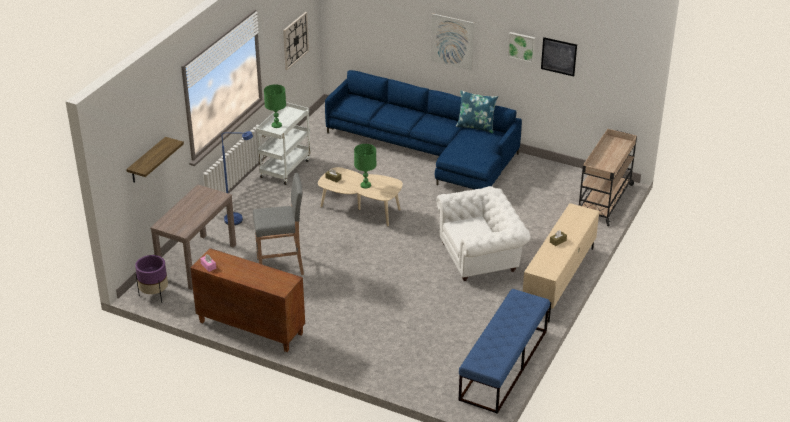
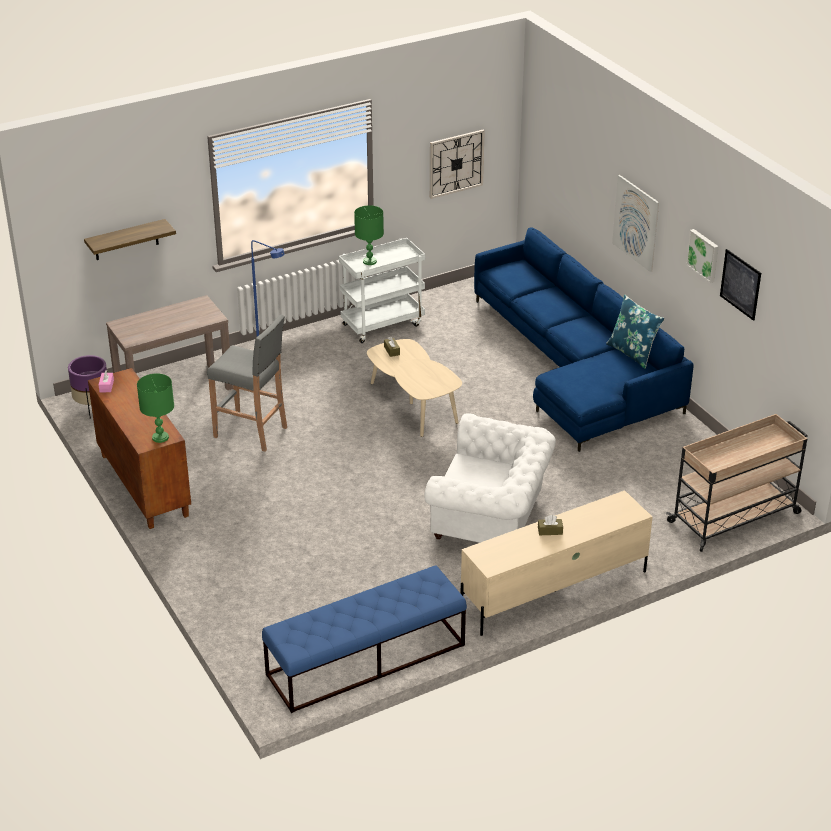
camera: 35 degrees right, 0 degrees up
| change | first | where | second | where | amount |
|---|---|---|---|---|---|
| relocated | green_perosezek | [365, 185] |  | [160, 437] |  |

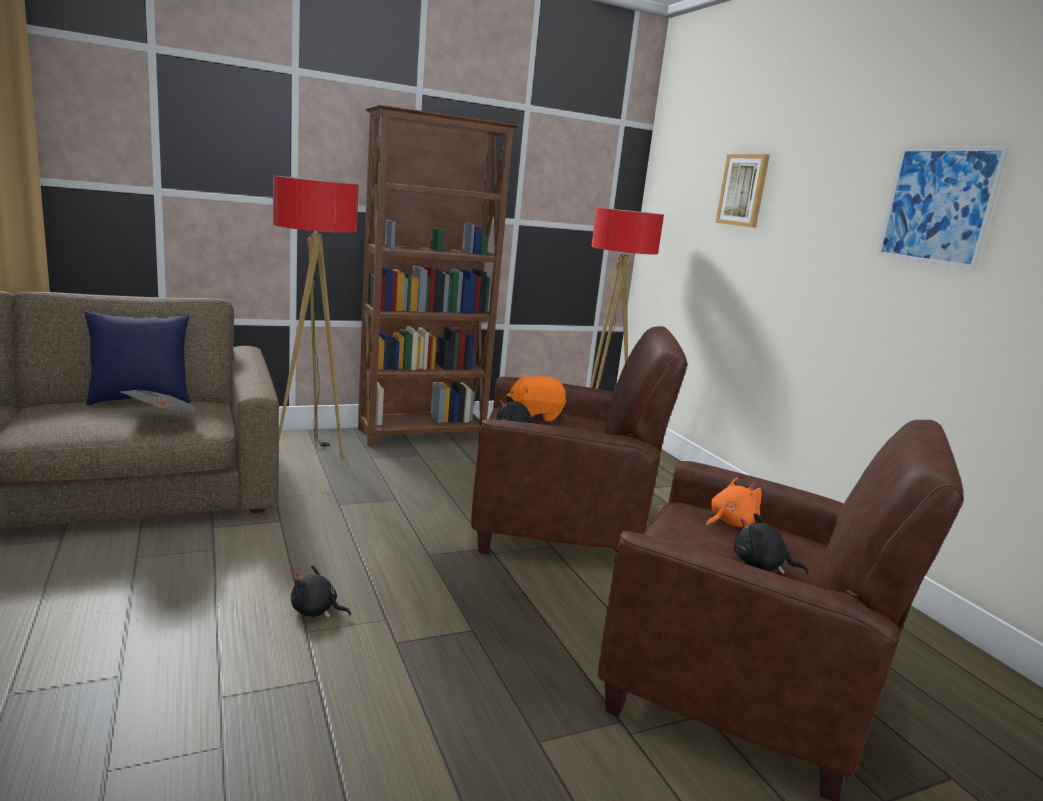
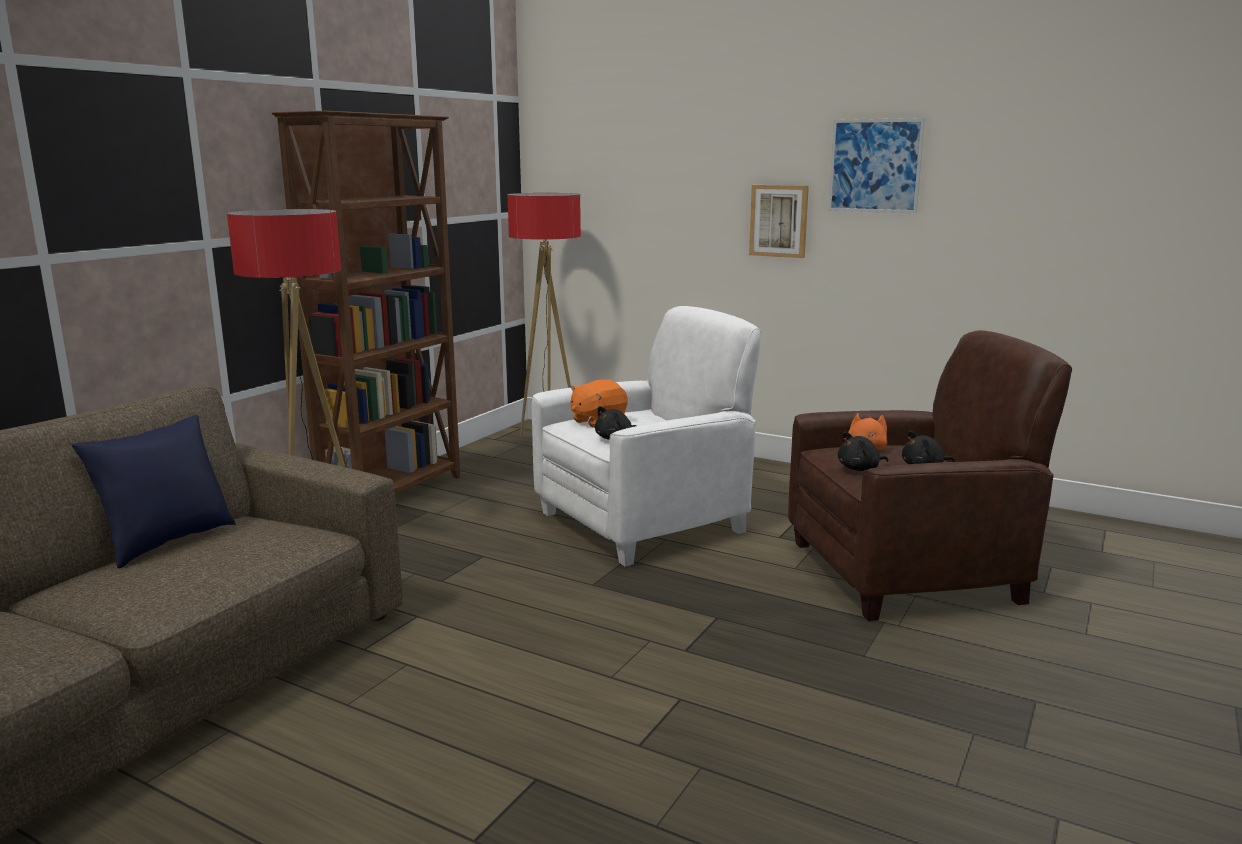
camera: 35 degrees left, 0 degrees up
| change | first | where | second | where | amount |
|---|---|---|---|---|---|
| relocated | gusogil | [743, 190] |  | [779, 221] |  |
| colour | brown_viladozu | [559, 525] | white_viladozu | [644, 521] |  |
| missing | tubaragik | [164, 420] |  |  |  |
| relocated | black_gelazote | [316, 611] |  | [860, 469] |  |

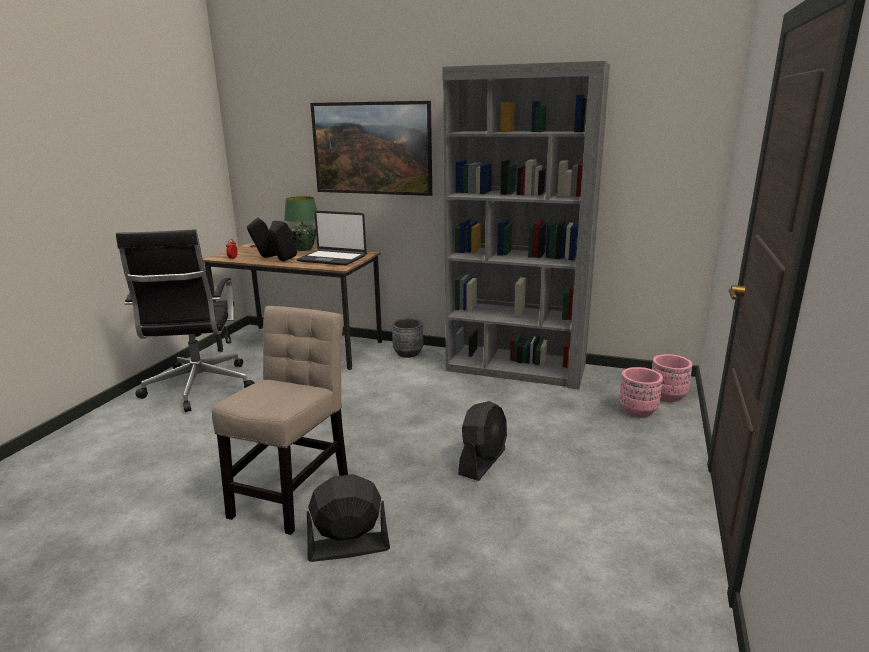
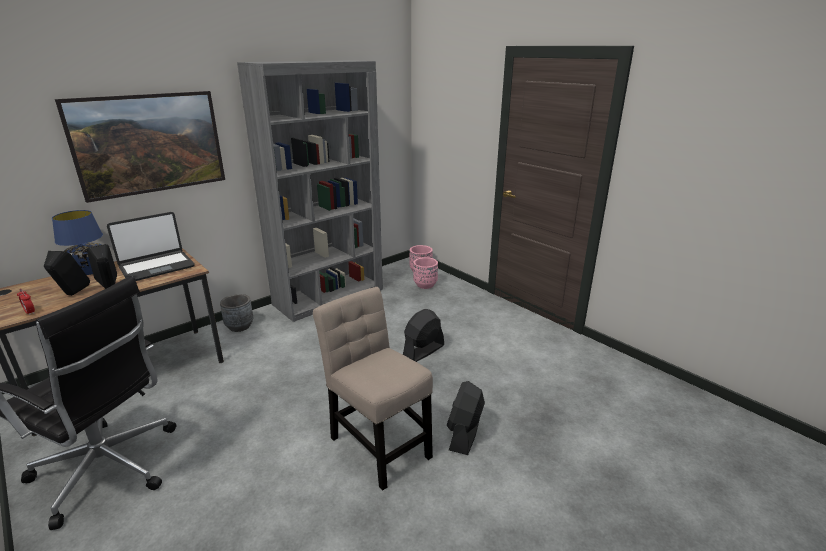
camera: 60 degrees left, 5 degrees up
| change | first | where | second | where | amount |
|---|---|---|---|---|---|
| colour | green_perosezek | [304, 249] | blue_perosezek | [89, 272] |  |
| spun | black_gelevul | [482, 462] |  | [423, 351] | 105 degrees counterclockwise |

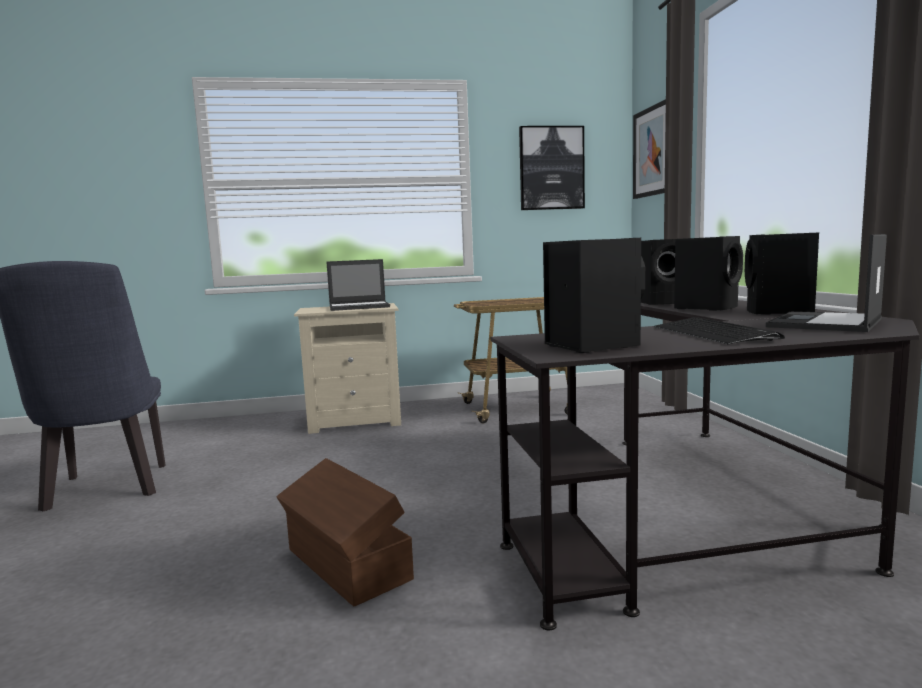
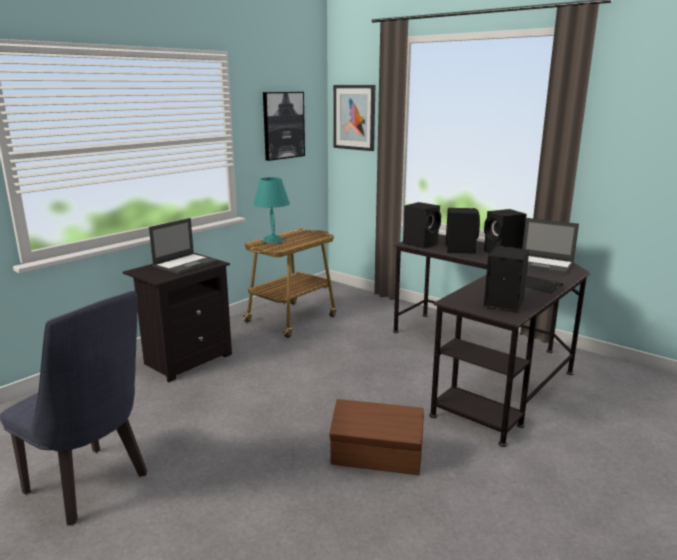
camera: 40 degrees left, 10 degrees up
| change | first | where | second | where | amount |
|---|---|---|---|---|---|
| spun | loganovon | [825, 323] |  | [543, 265] | 60 degrees counterclockwise |
| colour | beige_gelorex | [356, 420] | black_gelorex | [186, 359] |  |
| appeared |  |  | turquoise_perosezek | [273, 240] |  |

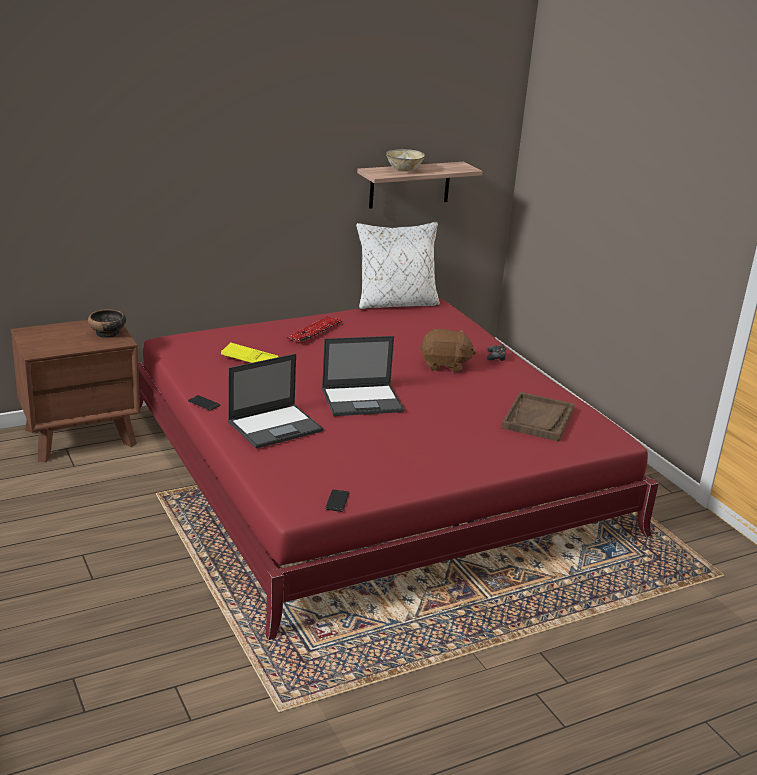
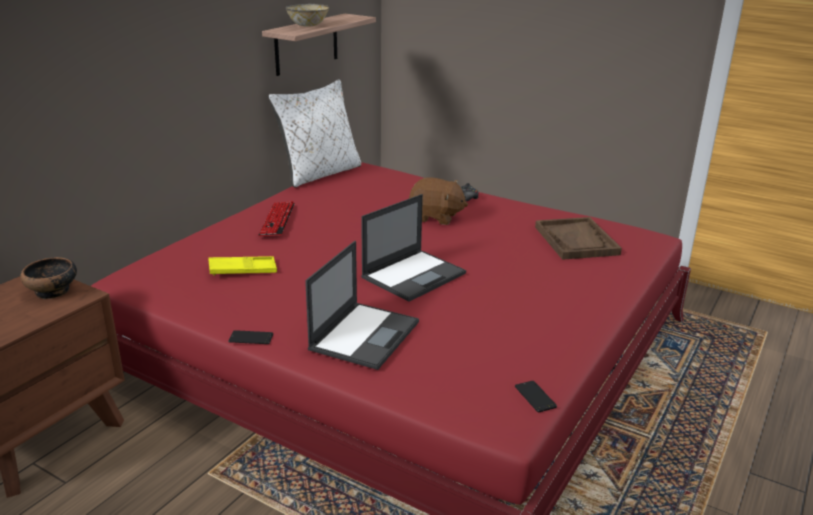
camera: 30 degrees left, 0 degrees up
| change | first | where | second | where | amount |
|---|---|---|---|---|---|
| spun | brown_gelazote | [445, 365] |  | [436, 217] | 45 degrees clockwise |

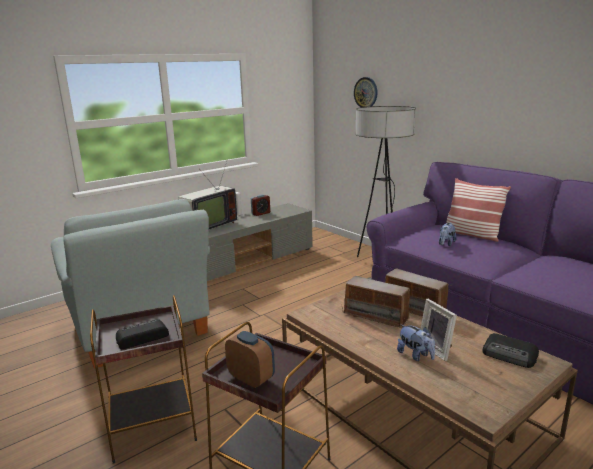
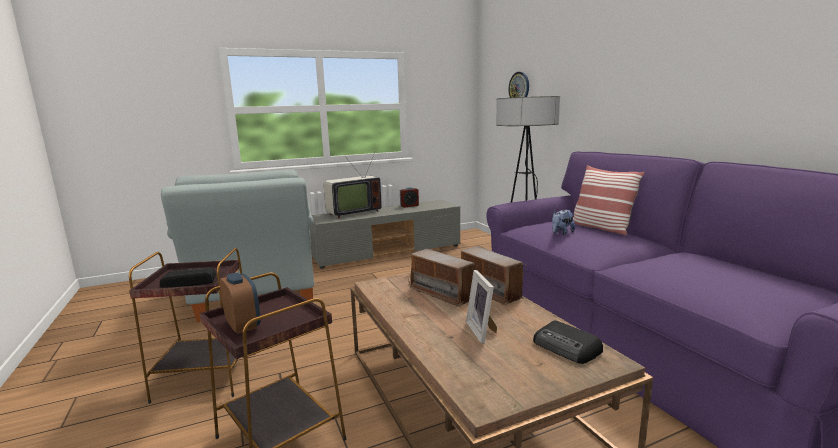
camera: 15 degrees right, 5 degrees down
| change | first | where | second | where | amount |
|---|---|---|---|---|---|
| missing | gelazote | [415, 355] |  |  |  |

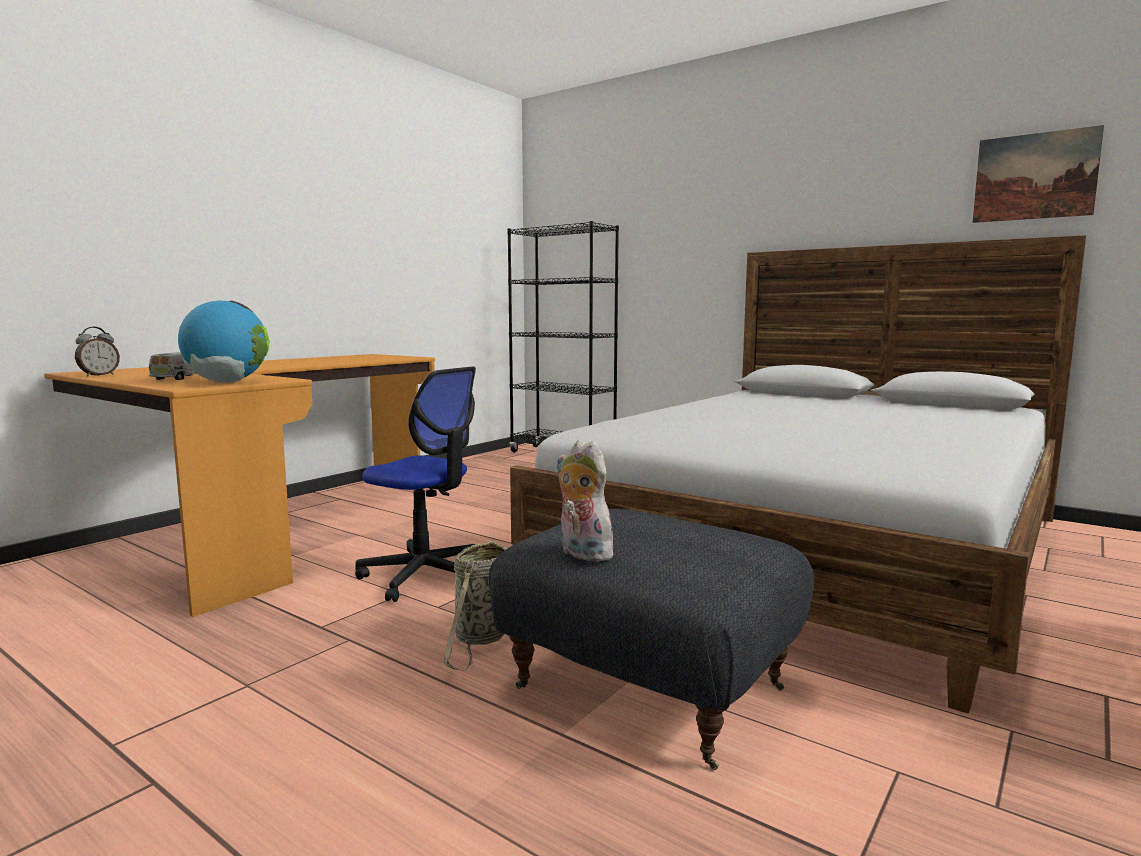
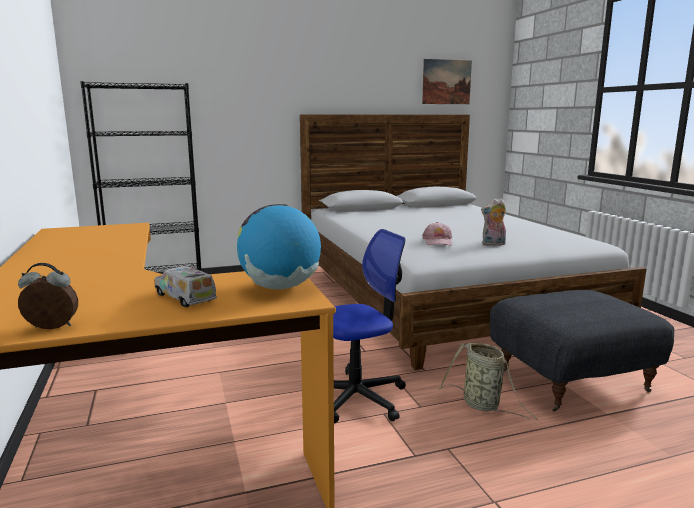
camera: 55 degrees left, 5 degrees up
| change | first | where | second | where | amount |
|---|---|---|---|---|---|
| spun | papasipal | [99, 375] |  | [51, 328] | 75 degrees counterclockwise |
| relocated | gelazote | [581, 554] |  | [493, 244] |  |
| appeared |  |  | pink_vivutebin | [438, 241] |  |

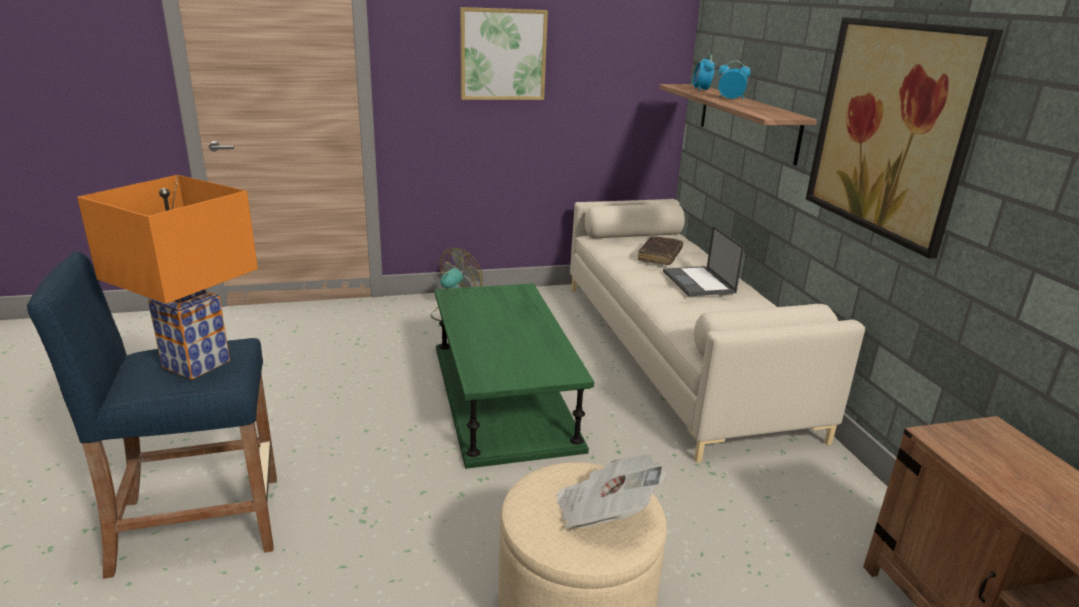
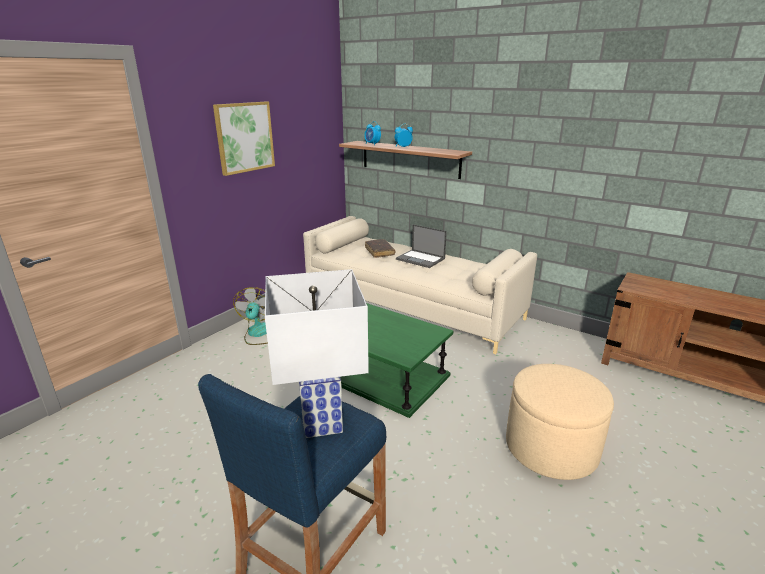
camera: 40 degrees left, 0 degrees up
| change | first | where | second | where | amount |
|---|---|---|---|---|---|
| missing | gusogil | [891, 129] |  |  |  |
| colour | orange_perosezek | [194, 364] | white_perosezek | [320, 423] |  |
| missing | tubaragik | [604, 512] |  |  |  |

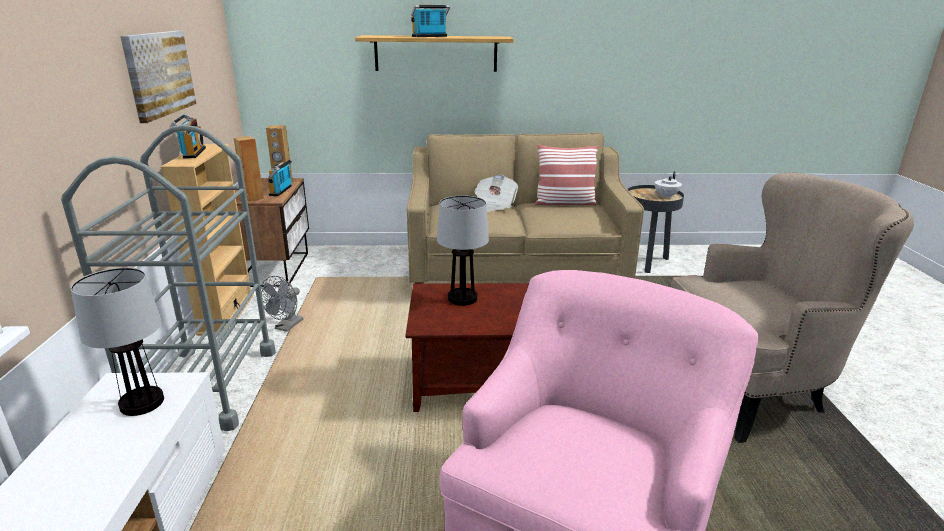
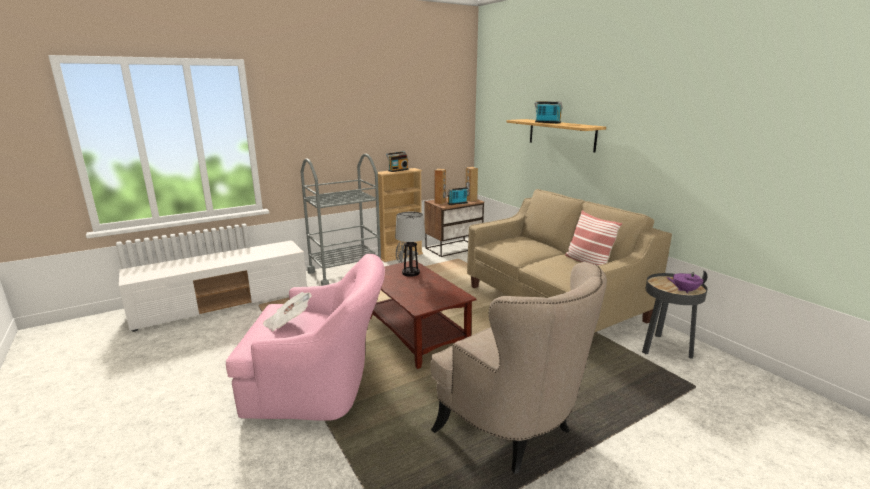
camera: 60 degrees right, 5 degrees down
| change | first | where | second | where | amount |
|---|---|---|---|---|---|
| missing | gusogil | [158, 74] |  |  |  |
| colour | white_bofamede | [665, 196] | purple_bofamede | [684, 290] |  |
| relocated | tubaragik | [495, 204] |  | [288, 323] |  |
| missing | perosezek | [143, 403] |  |  |  |

